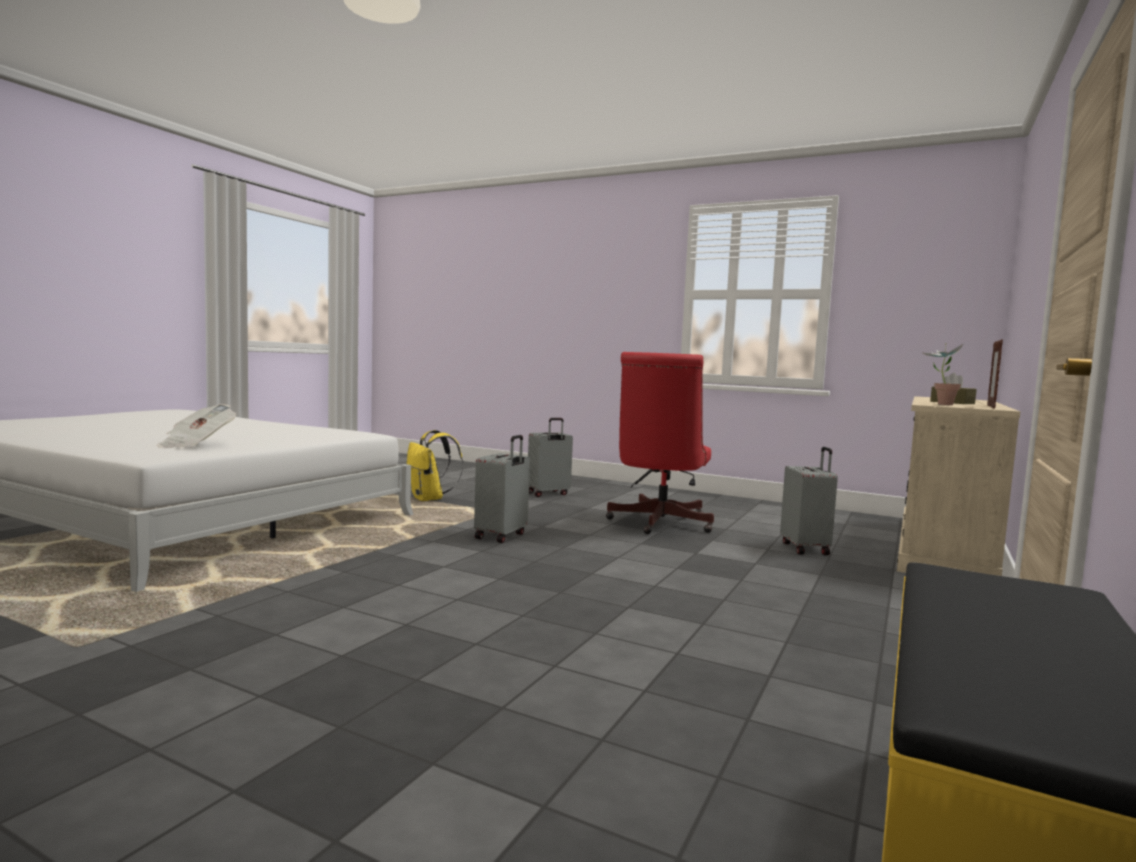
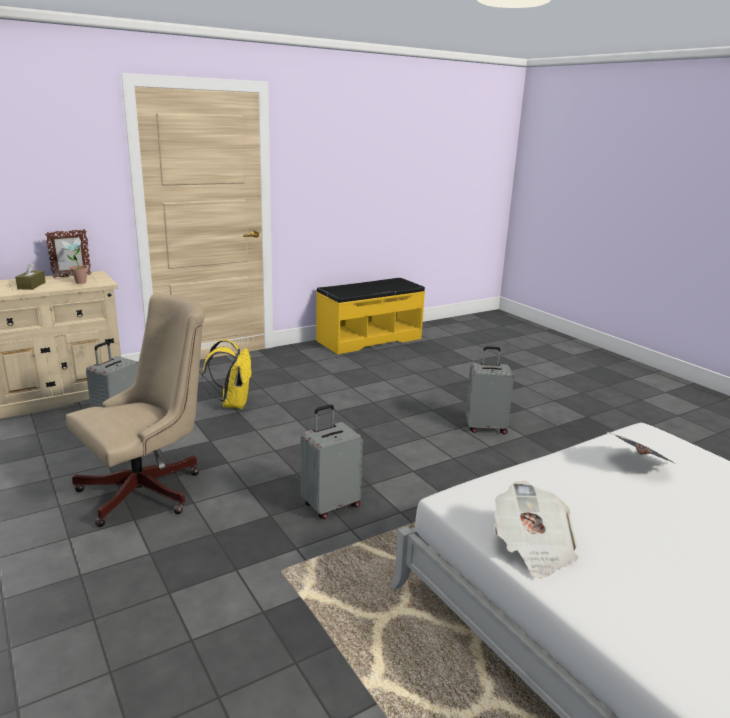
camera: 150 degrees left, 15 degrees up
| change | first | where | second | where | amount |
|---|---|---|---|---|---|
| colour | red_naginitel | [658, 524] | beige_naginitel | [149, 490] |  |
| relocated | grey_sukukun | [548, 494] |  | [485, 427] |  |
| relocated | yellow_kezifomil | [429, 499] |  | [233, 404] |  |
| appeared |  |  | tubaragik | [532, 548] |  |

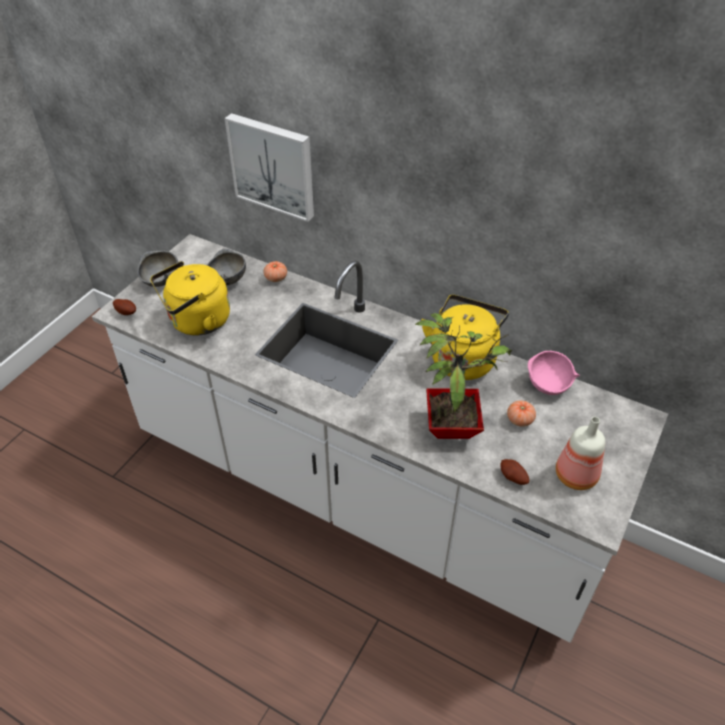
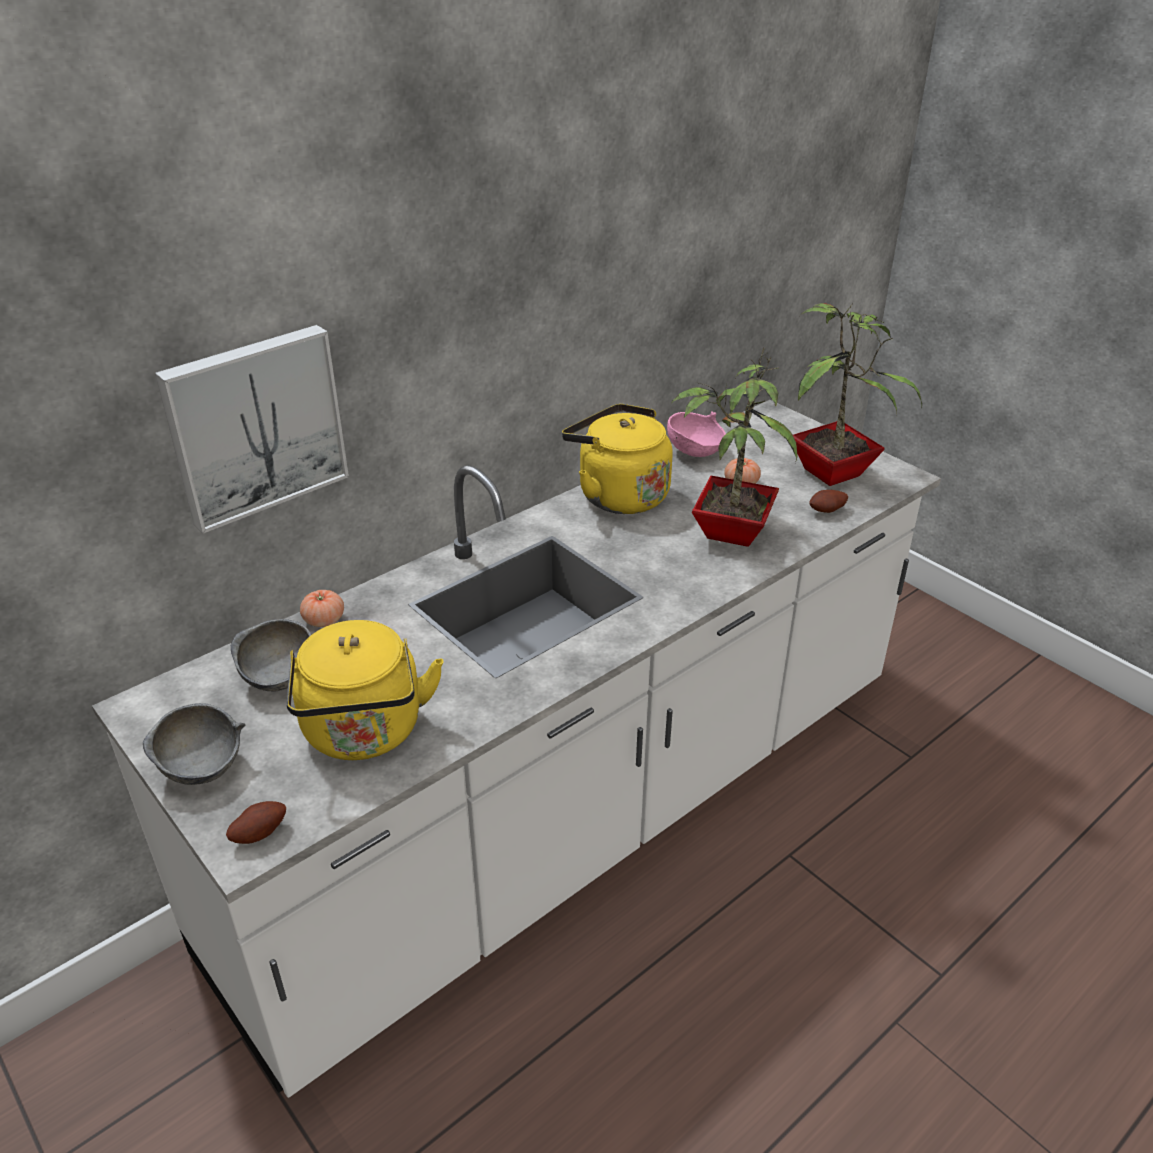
camera: 70 degrees left, 10 degrees down
| change | first | where | second | where | amount |
|---|---|---|---|---|---|
| exchanged | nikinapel | [575, 474] | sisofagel | [834, 472] |  |

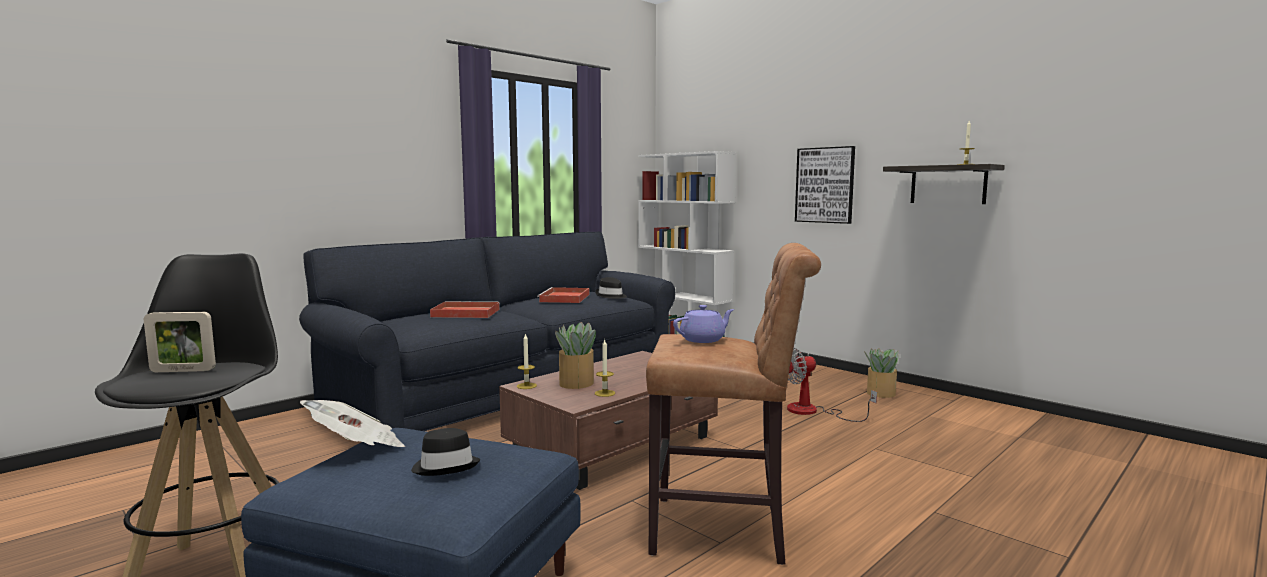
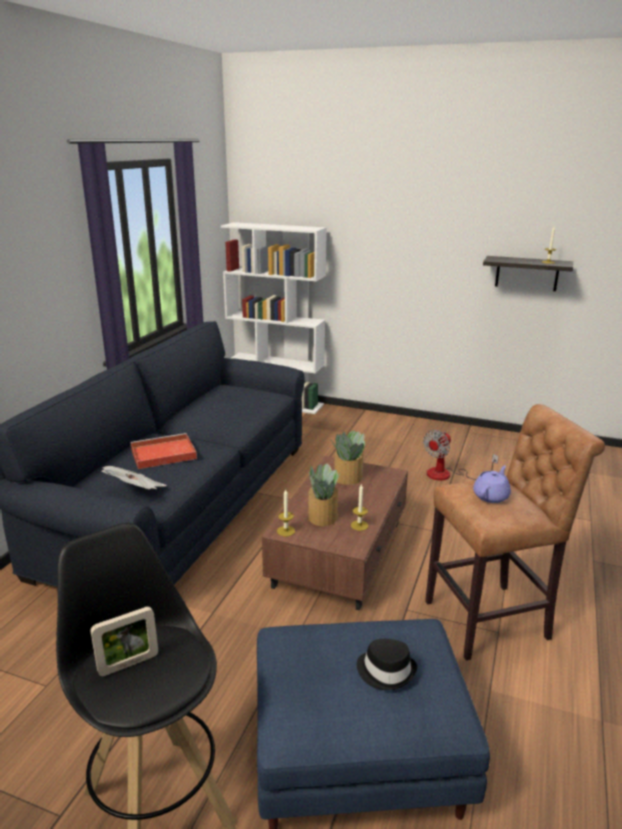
camera: 25 degrees left, 15 degrees up
| change | first | where | second | where | amount |
|---|---|---|---|---|---|
| missing | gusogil | [825, 185] |  |  |  |
| missing | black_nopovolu | [611, 296] |  |  |  |
| missing | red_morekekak | [565, 298] |  |  |  |
| relocated | sisofagel | [880, 393] |  | [347, 478] |  |
| relocated | tubaragik | [357, 447] |  | [136, 491] |  |

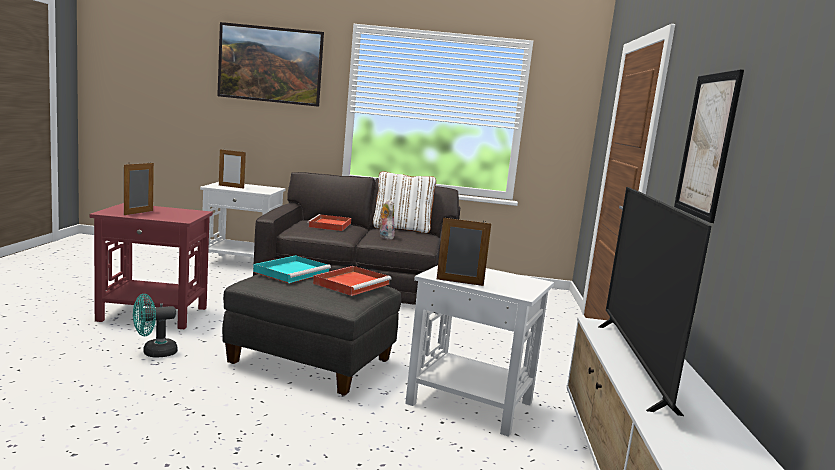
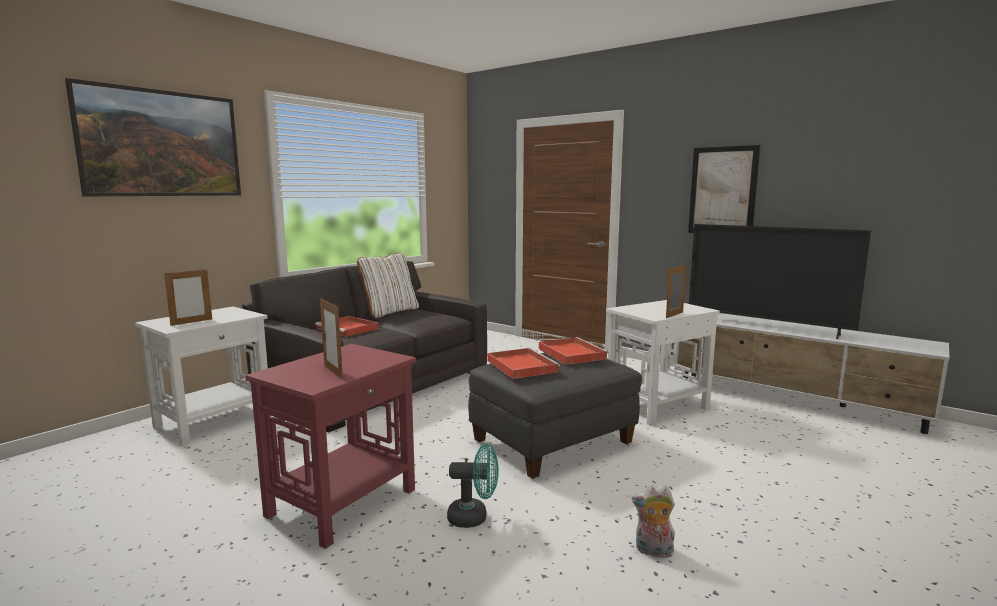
camera: 55 degrees left, 0 degrees up
| change | first | where | second | where | amount |
|---|---|---|---|---|---|
| relocated | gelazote | [384, 237] |  | [653, 551] |  |
| colour | turquoise_morekekak | [292, 272] | red_morekekak | [520, 366] |  |
| spun | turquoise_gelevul | [154, 352] |  | [474, 517] | 90 degrees counterclockwise |

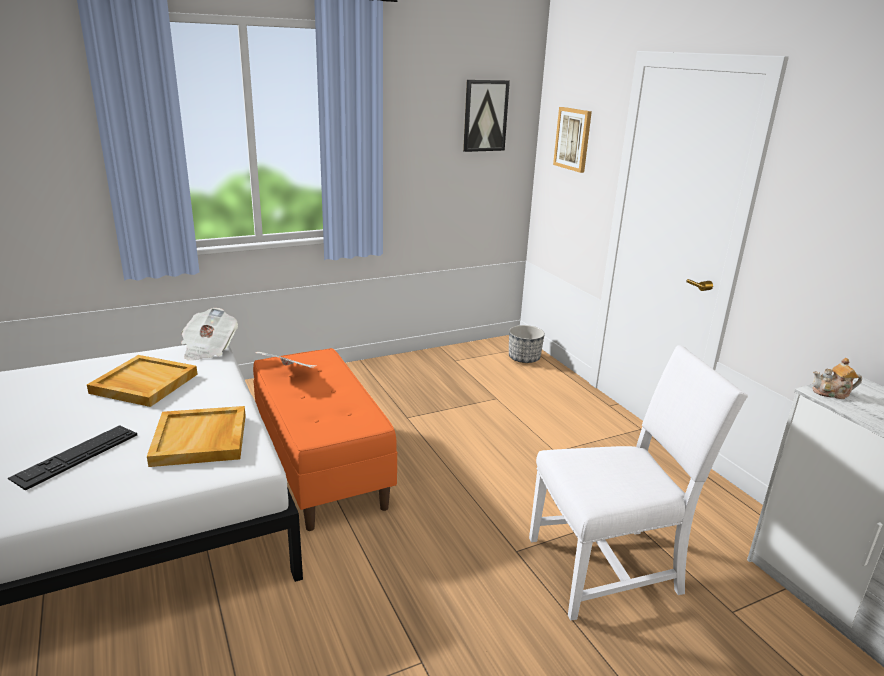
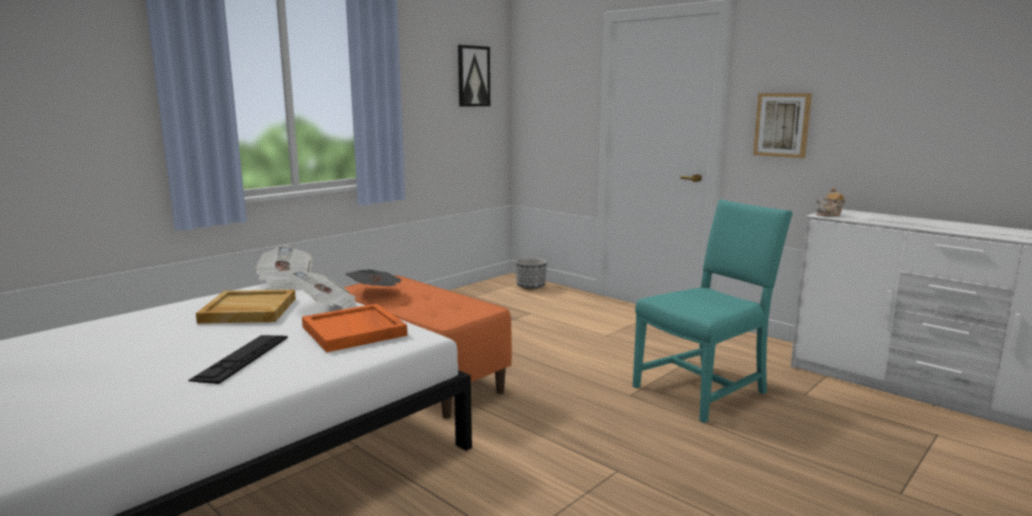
camera: 20 degrees left, 10 degrees down
| change | first | where | second | where | amount |
|---|---|---|---|---|---|
| relocated | gusogil | [573, 139] |  | [782, 125] |  |
| colour | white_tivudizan | [609, 567] | turquoise_tivudizan | [704, 389] |  |
| colour | beige_morekekak | [201, 439] | orange_morekekak | [355, 331] |  |
| appeared |  |  | tubaragik | [328, 307] |  |

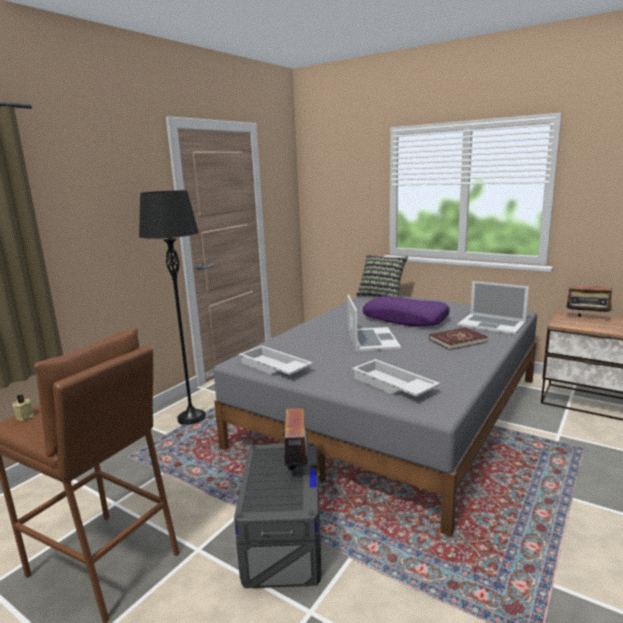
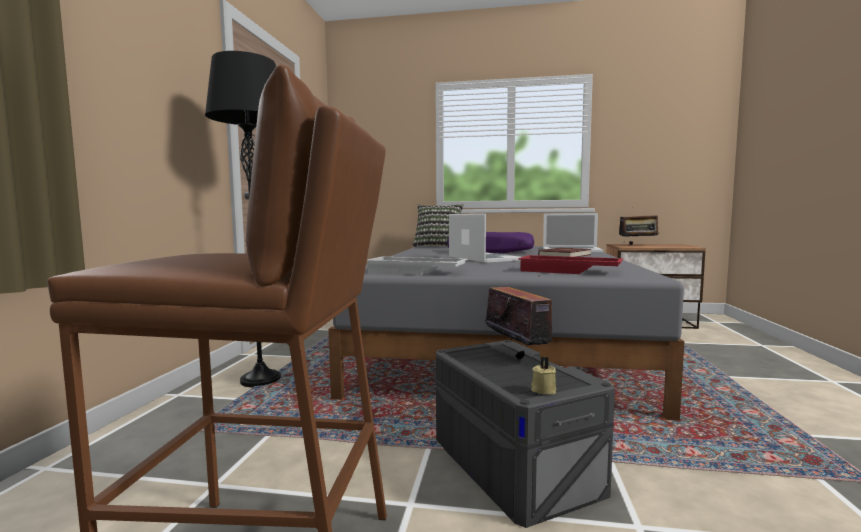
camera: 25 degrees left, 10 degrees down
| change | first | where | second | where | amount |
|---|---|---|---|---|---|
| colour | white_morekekak | [392, 386] | red_morekekak | [568, 271] |  |
| relocated | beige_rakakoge | [25, 416] |  | [543, 390] |  |

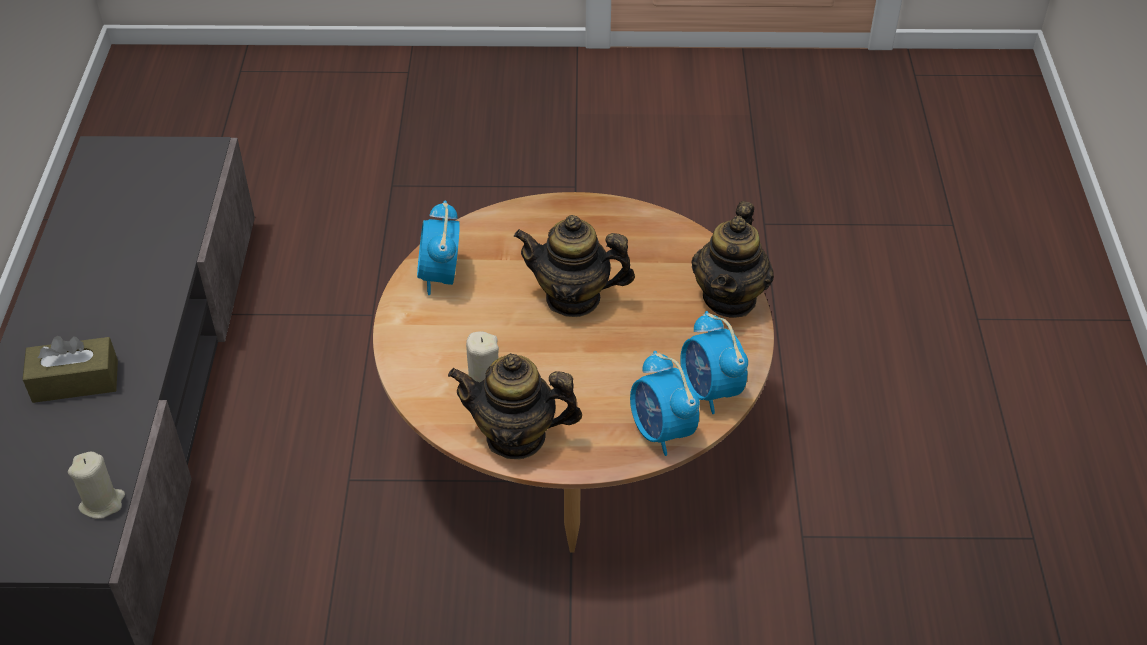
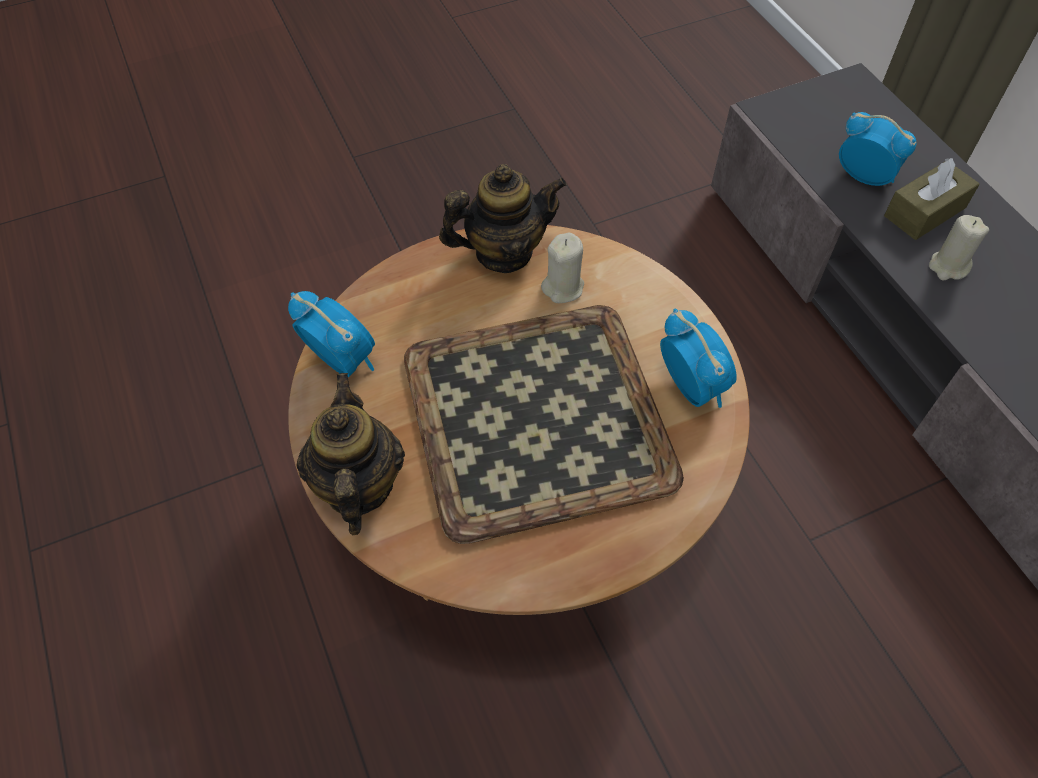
camera: 155 degrees right, 10 degrees up
| change | first | where | second | where | amount |
|---|---|---|---|---|---|
| exchanged | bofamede | [573, 298] | morekekak | [534, 416] |  |
| relocated | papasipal | [661, 432] |  | [864, 176] |  |
| relocated | beige_rakakoge | [102, 503] |  | [948, 267] |  |

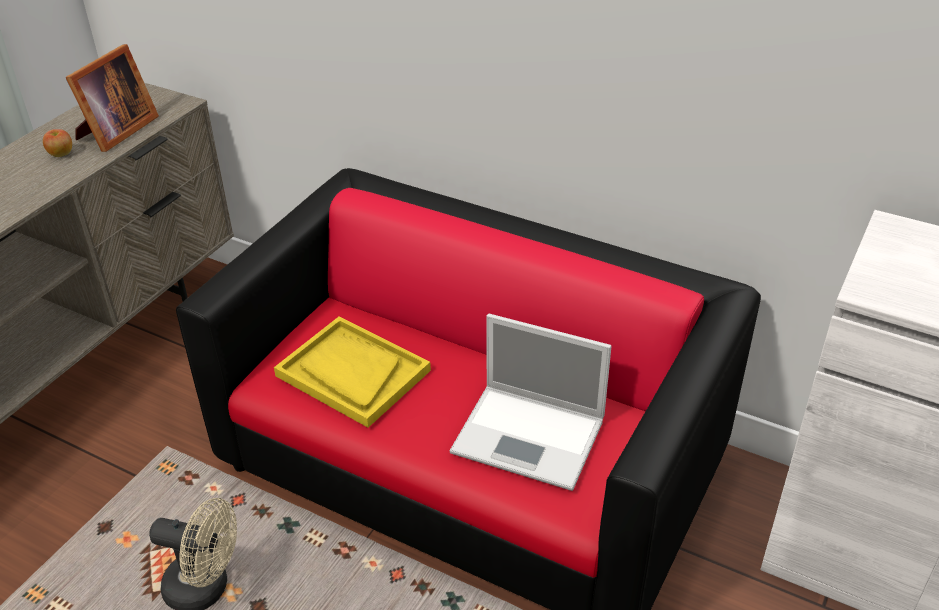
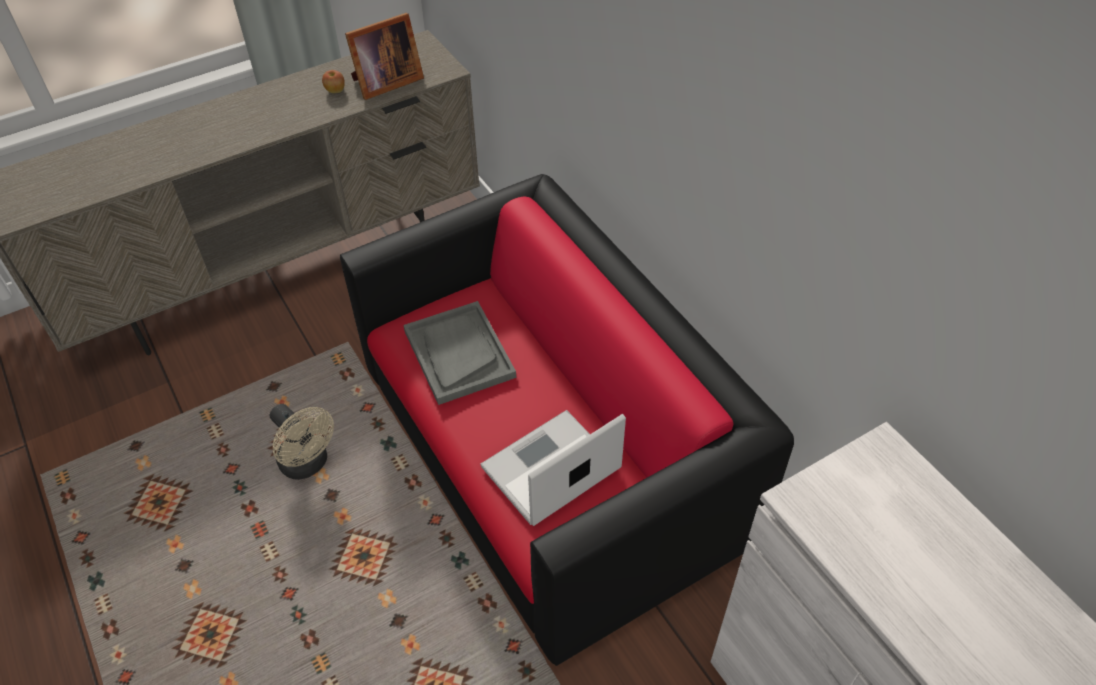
camera: 30 degrees right, 10 degrees up
| change | first | where | second | where | amount |
|---|---|---|---|---|---|
| spun | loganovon | [531, 436] |  | [549, 470] | 90 degrees clockwise |
| colour | yellow_morekekak | [352, 373] | grey_morekekak | [458, 354] |  |

